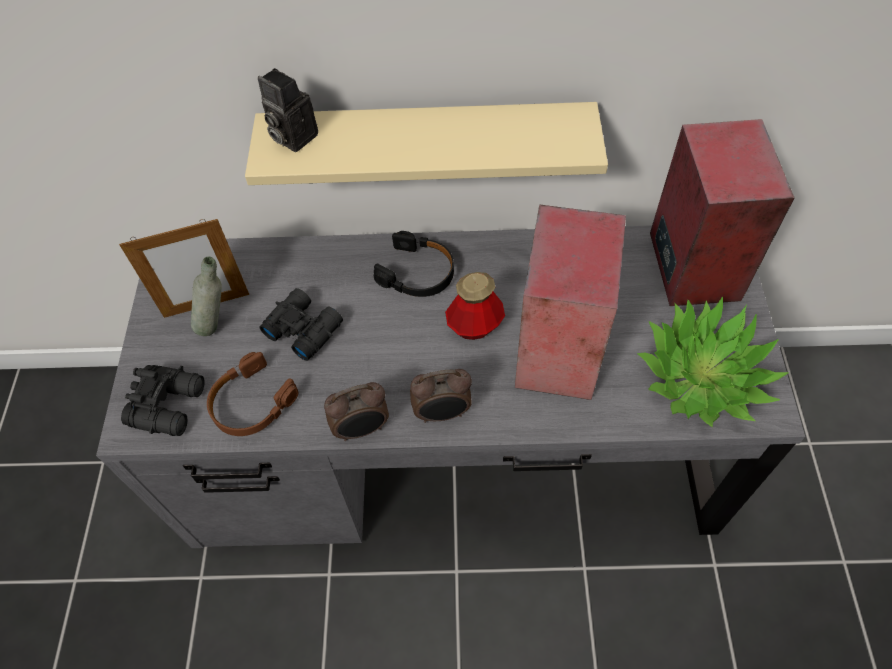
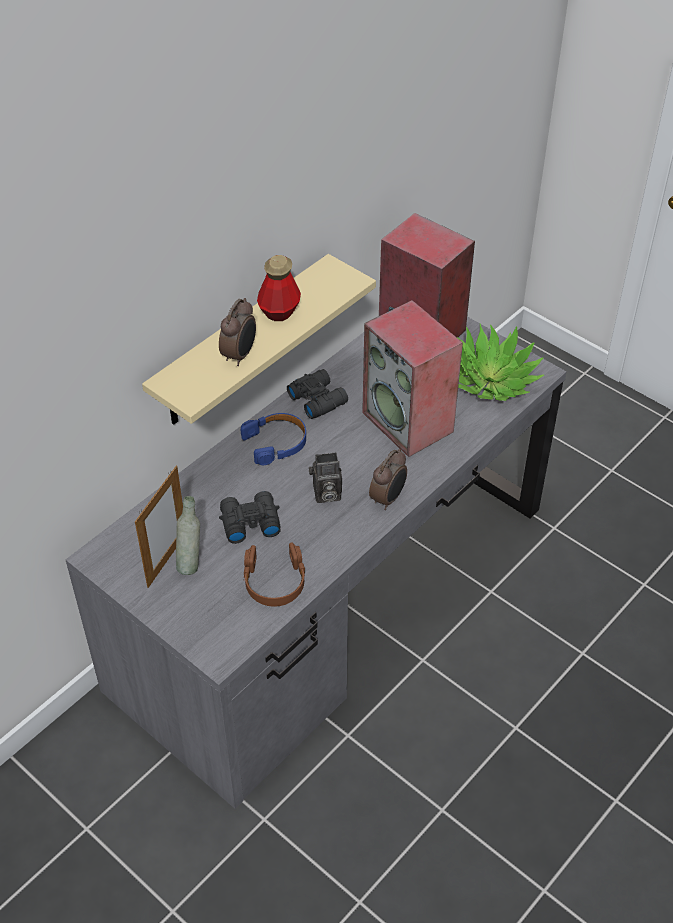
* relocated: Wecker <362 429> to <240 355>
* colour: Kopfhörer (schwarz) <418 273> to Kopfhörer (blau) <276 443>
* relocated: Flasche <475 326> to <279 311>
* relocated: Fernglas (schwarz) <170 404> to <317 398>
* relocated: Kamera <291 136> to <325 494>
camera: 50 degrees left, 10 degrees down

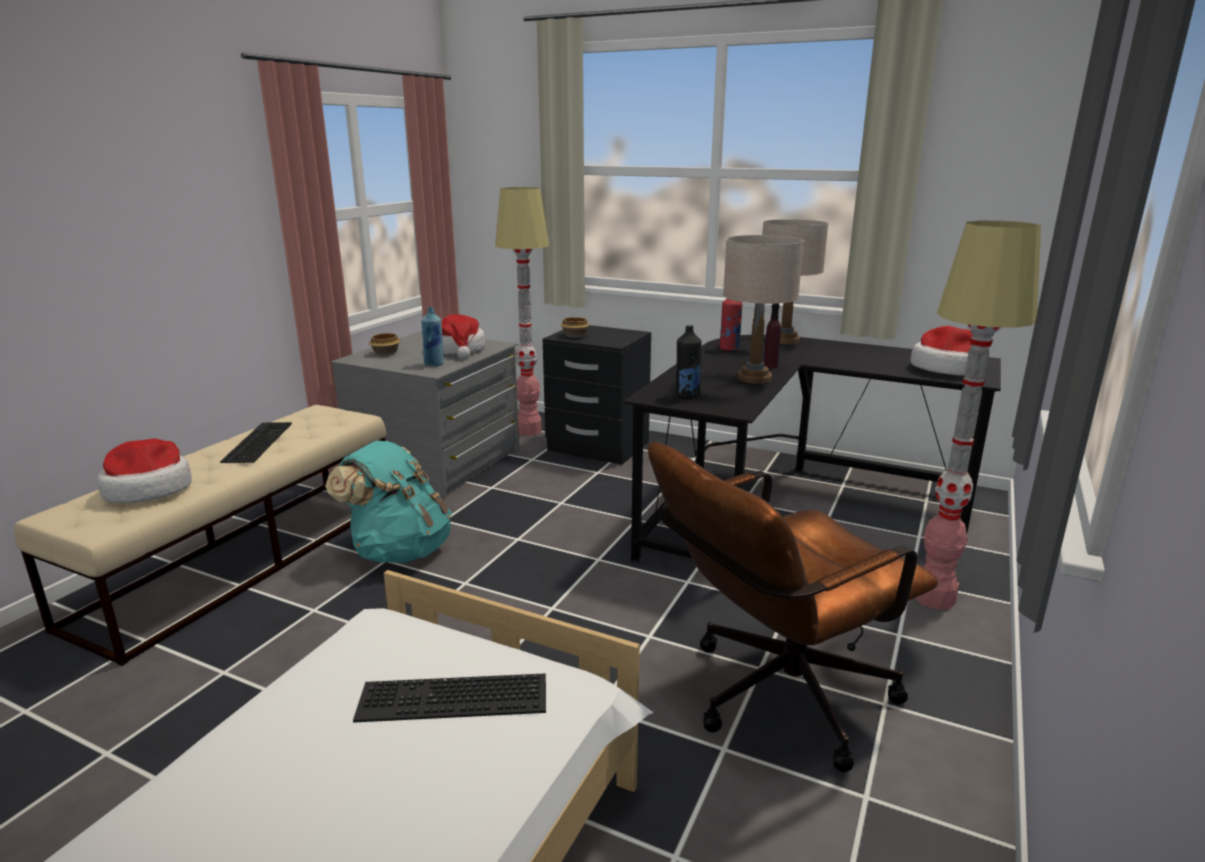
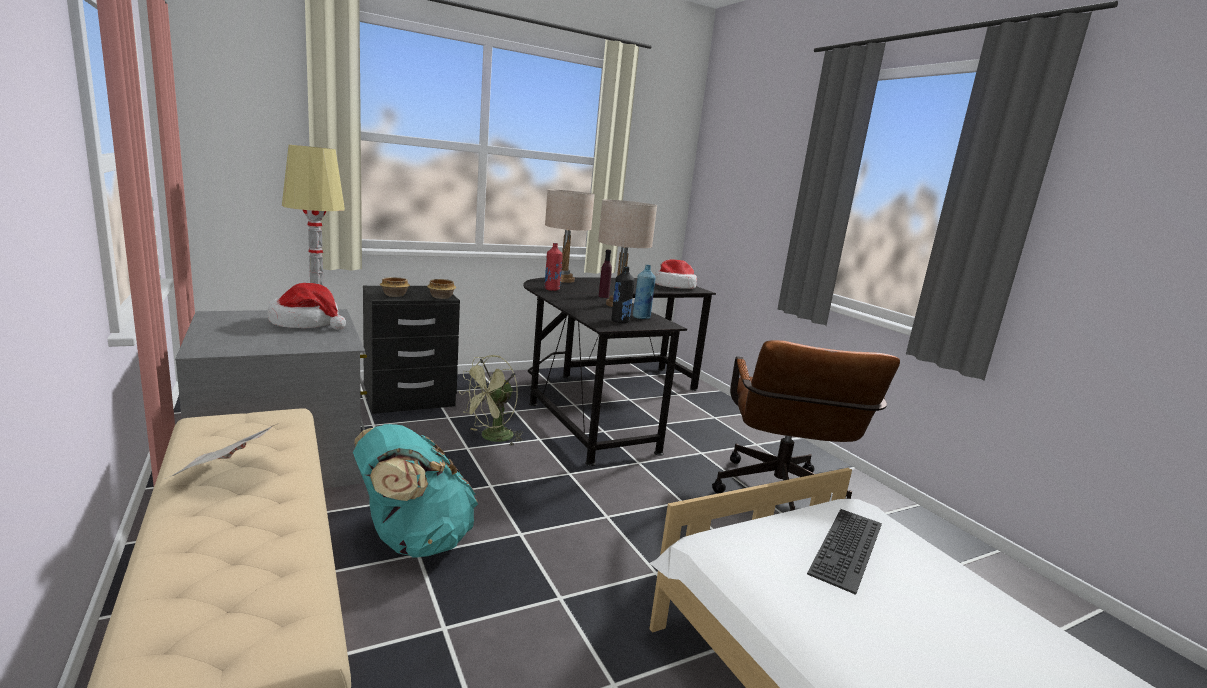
* exchanged: Tastatur <256 441> to Zeitung <224 474>
* relocated: Schüssel <386 353> to <442 297>
* appeared: Ventilator (grün) <492 438>
* relocated: Flasche (blau) <434 364> to <641 317>
* missing: Hut <148 489>
* missing: Stehlampe <934 598>
camera: 55 degrees left, 5 degrees down

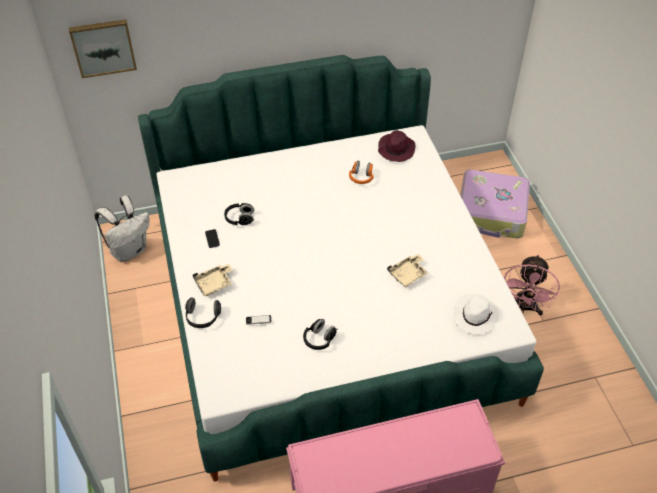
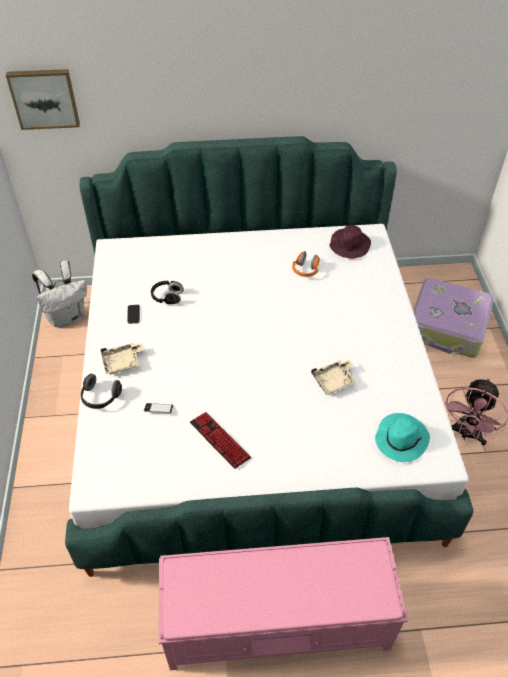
* exchanged: Kopfhörer (schwarz) <319 339> to Tastatur <219 440>
* colour: Hut (weiß) <475 315> to Hut (türkis) <401 439>
camera: 10 degrees right, 0 degrees up

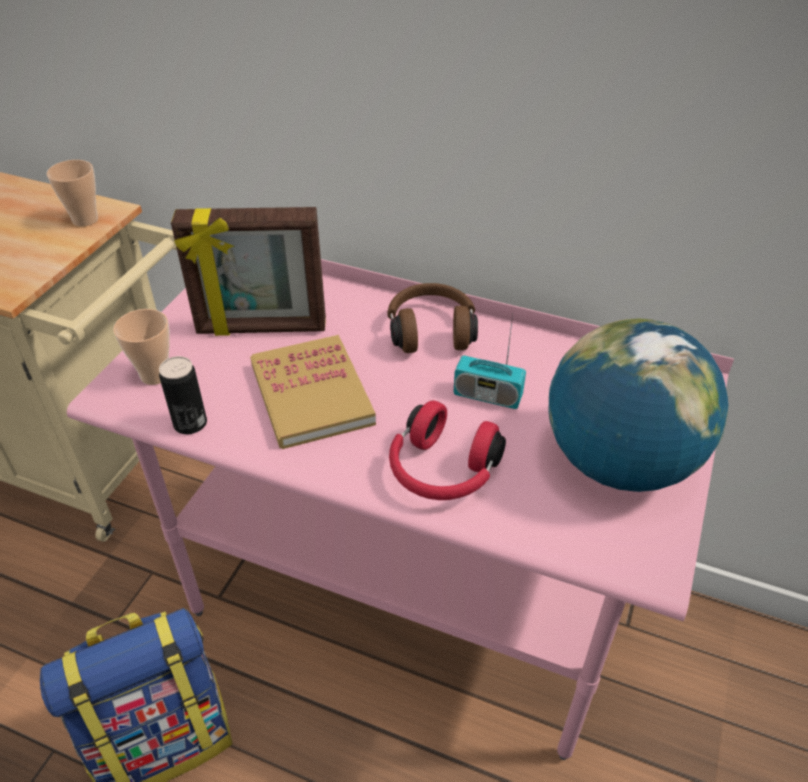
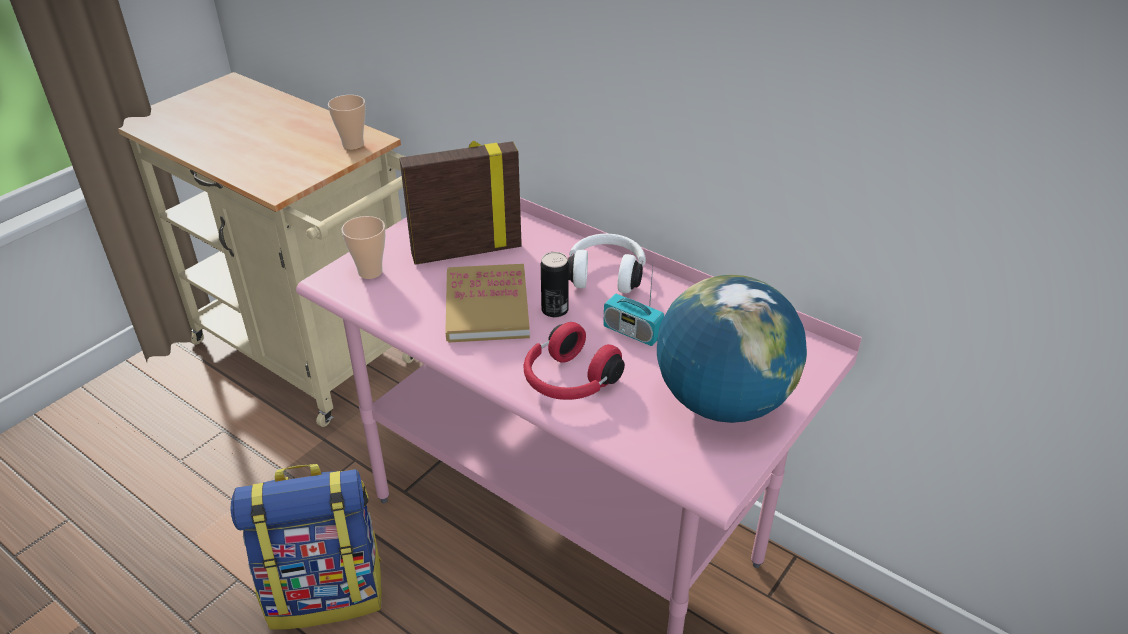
* spun: Bilderrahmen <261 328> = <466 250> 150 degrees clockwise
* relocated: Dose <190 423> to <554 310>
* colour: Kopfhörer (braun) <431 330> to Kopfhörer (weiß) <606 274>
camera: 15 degrees right, 5 degrees down

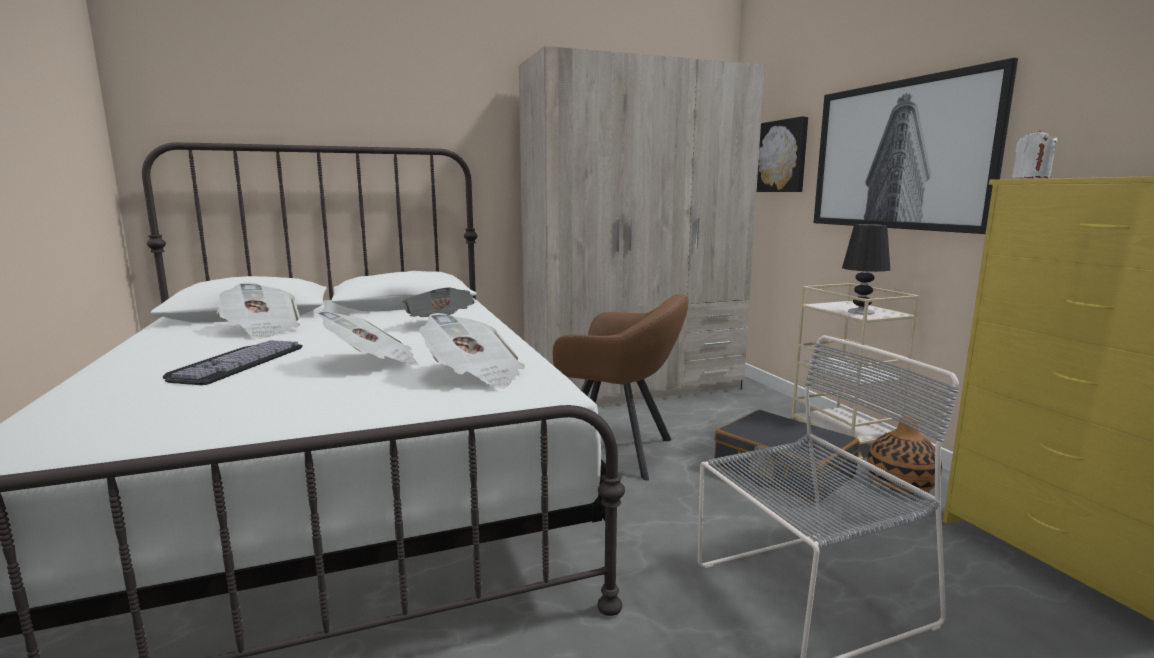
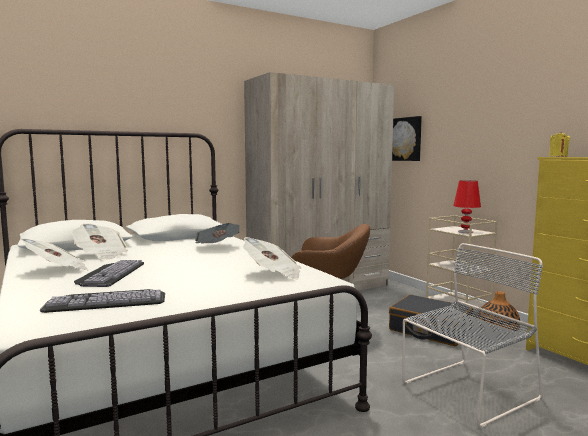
* relocated: Zeitung <373 363> to <58 270>
* appeared: Tastatur <108 300>
* colour: Tischlampe (schwarz) <861 312> to Tischlampe (rot) <465 232>
* colour: Kerze (weiß) <1030 178> to Kerze (gelb) <558 156>
* missing: Bild <901 155>
camera: 10 degrees left, 5 degrees down

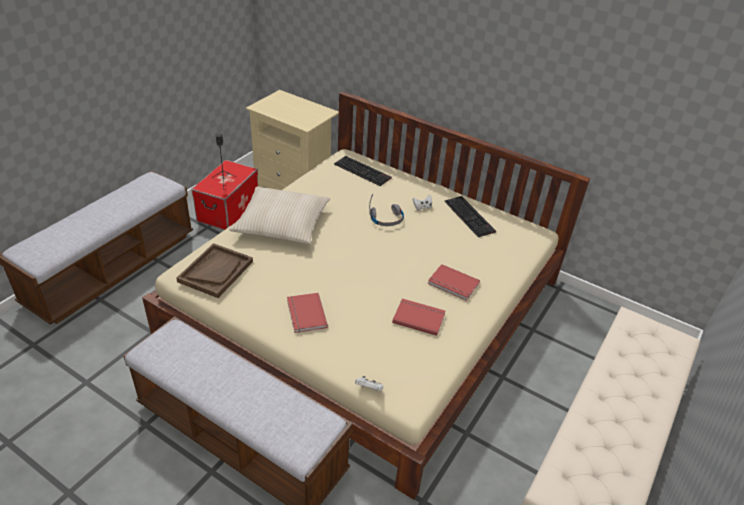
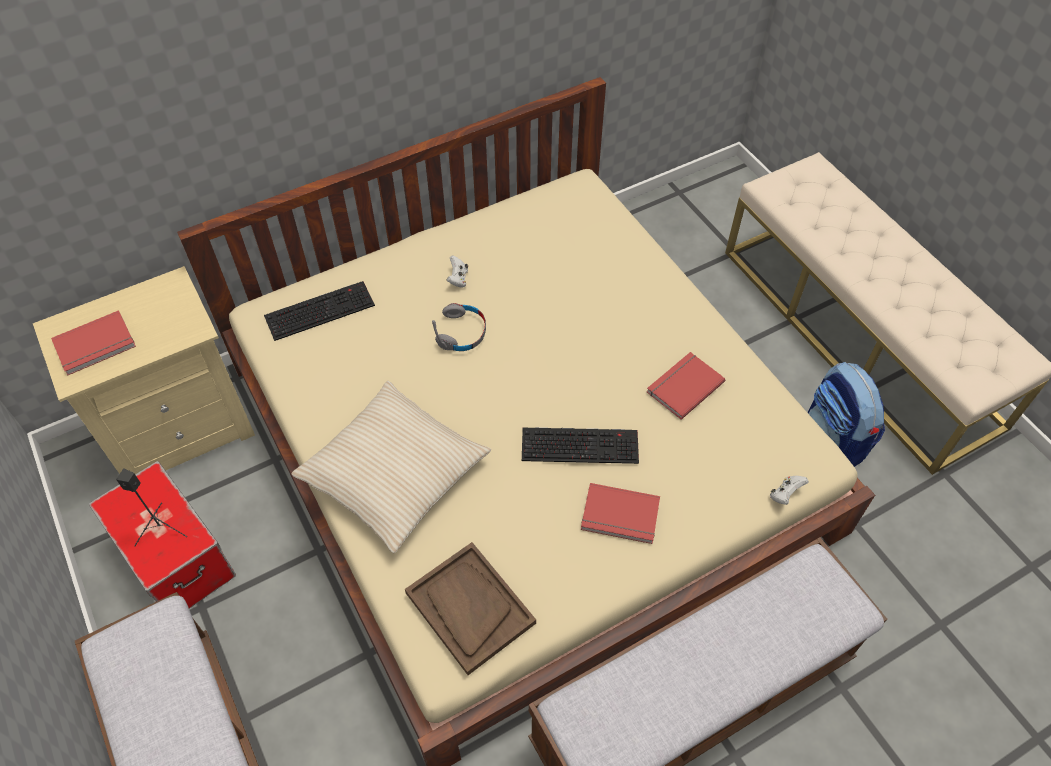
* relocated: Buch (rot) <453 284> to <96 346>
* relocated: Tastatur <470 216> to <581 444>
* appeared: Rucksack <834 440>
camera: 60 degrees left, 15 degrees up

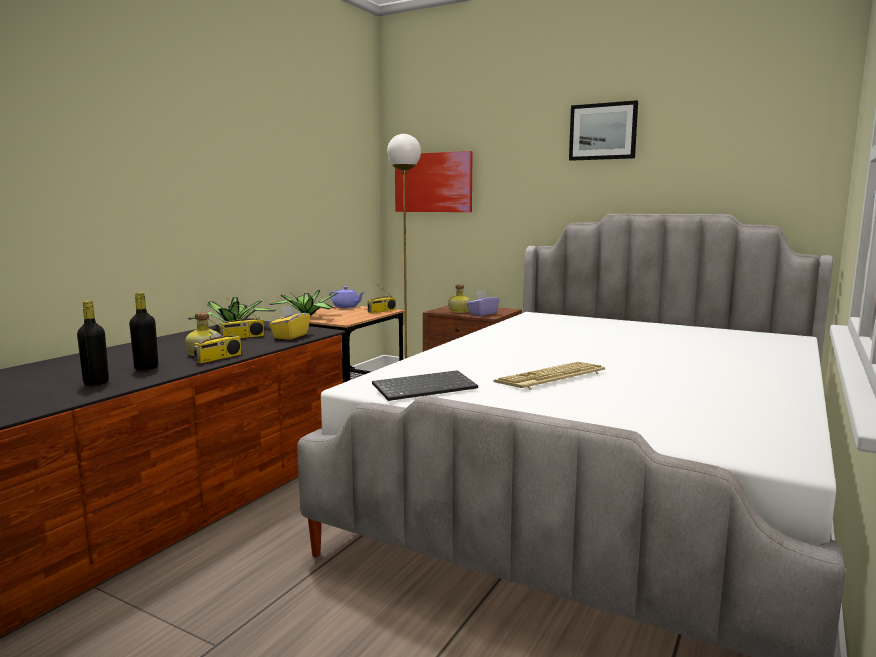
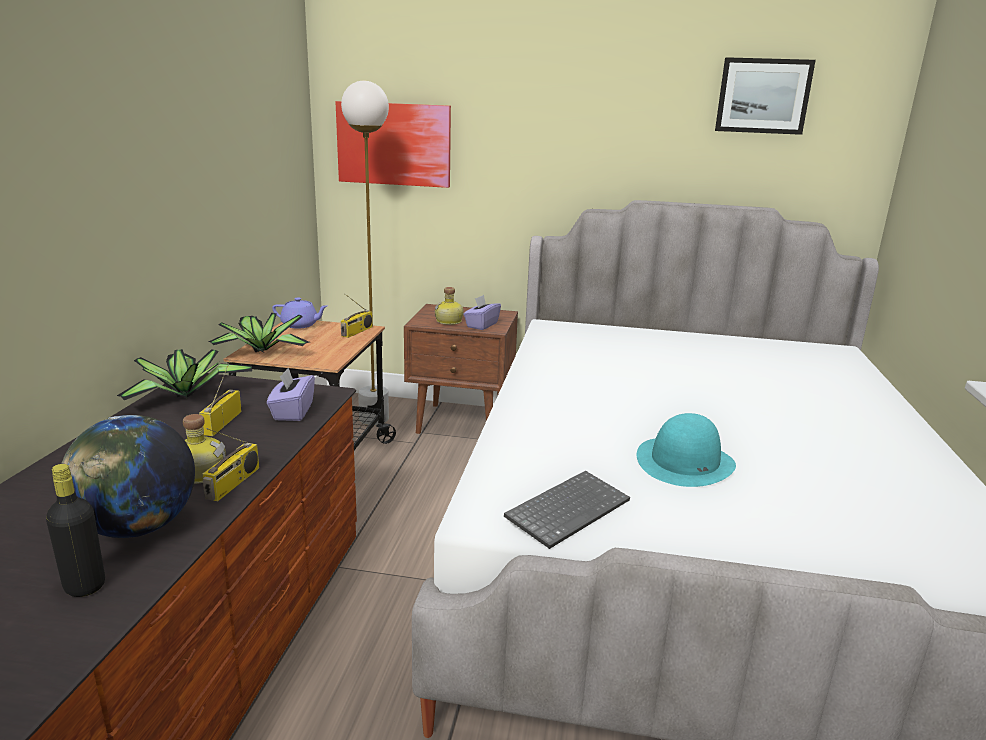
* exchanged: Flasche (schwarz) <146 368> to Globus <138 528>
* spun: Radio <242 337> = <222 422> 150 degrees clockwise
* colour: Taschentuchbox (gelb) <290 336> to Taschentuchbox (lila) <292 412>
* exchanged: Tastatur <551 378> to Hut (türkis) <685 462>
* relocated: Bild <603 131> to <763 96>
camera: 20 degrees left, 10 degrees up

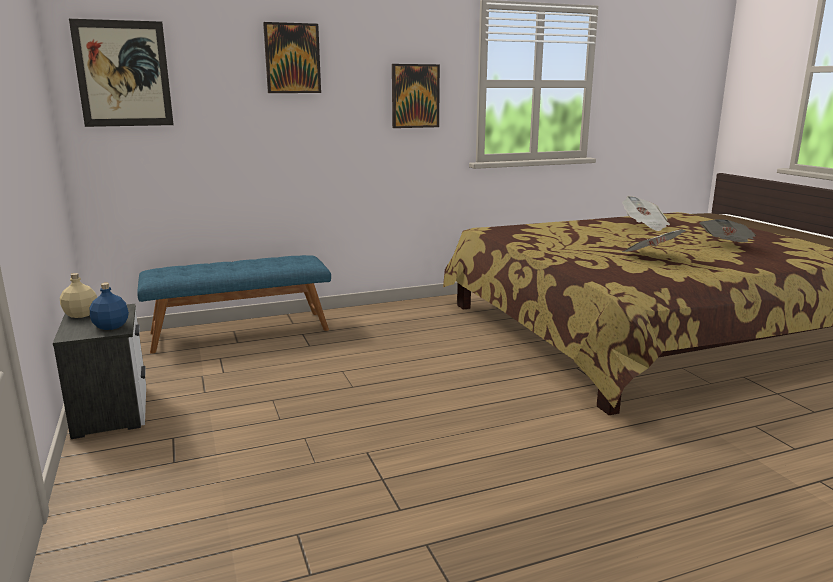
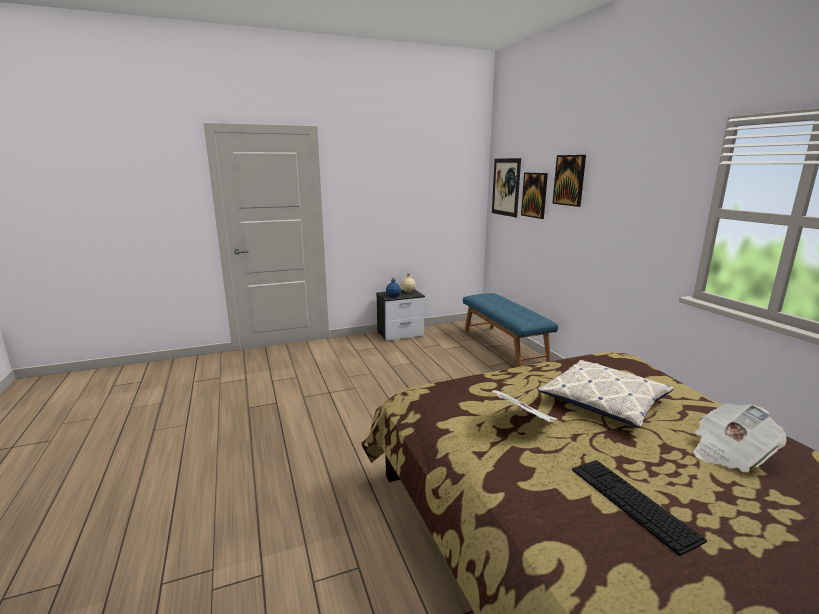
* relocated: Bild <415 96> to <534 195>
* appeared: Kissen <604 401>
* exchanged: Zeitung <726 245> to Tastatur <632 502>
camera: 90 degrees right, 0 degrees up

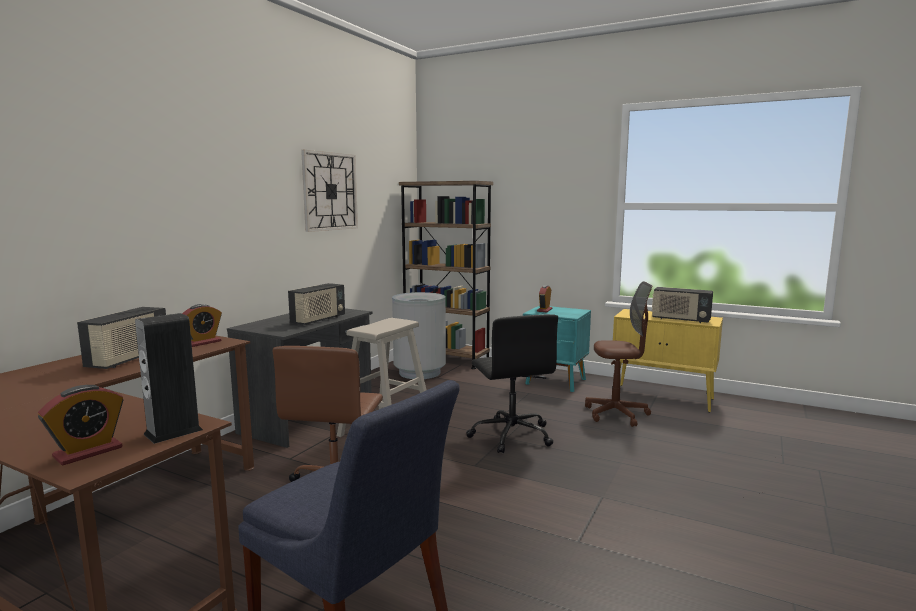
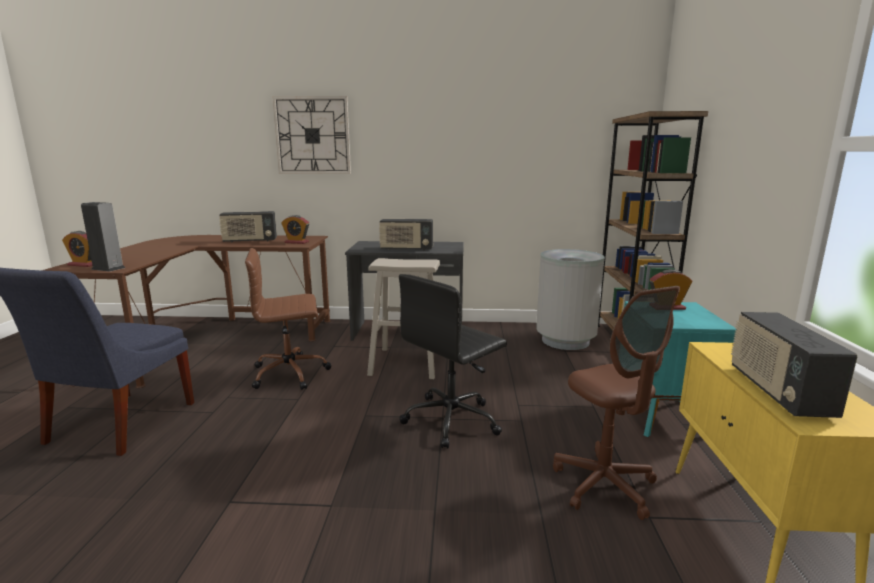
* relocated: Wanduhr <330 191> to <312 135>
camera: 65 degrees right, 5 degrees up

